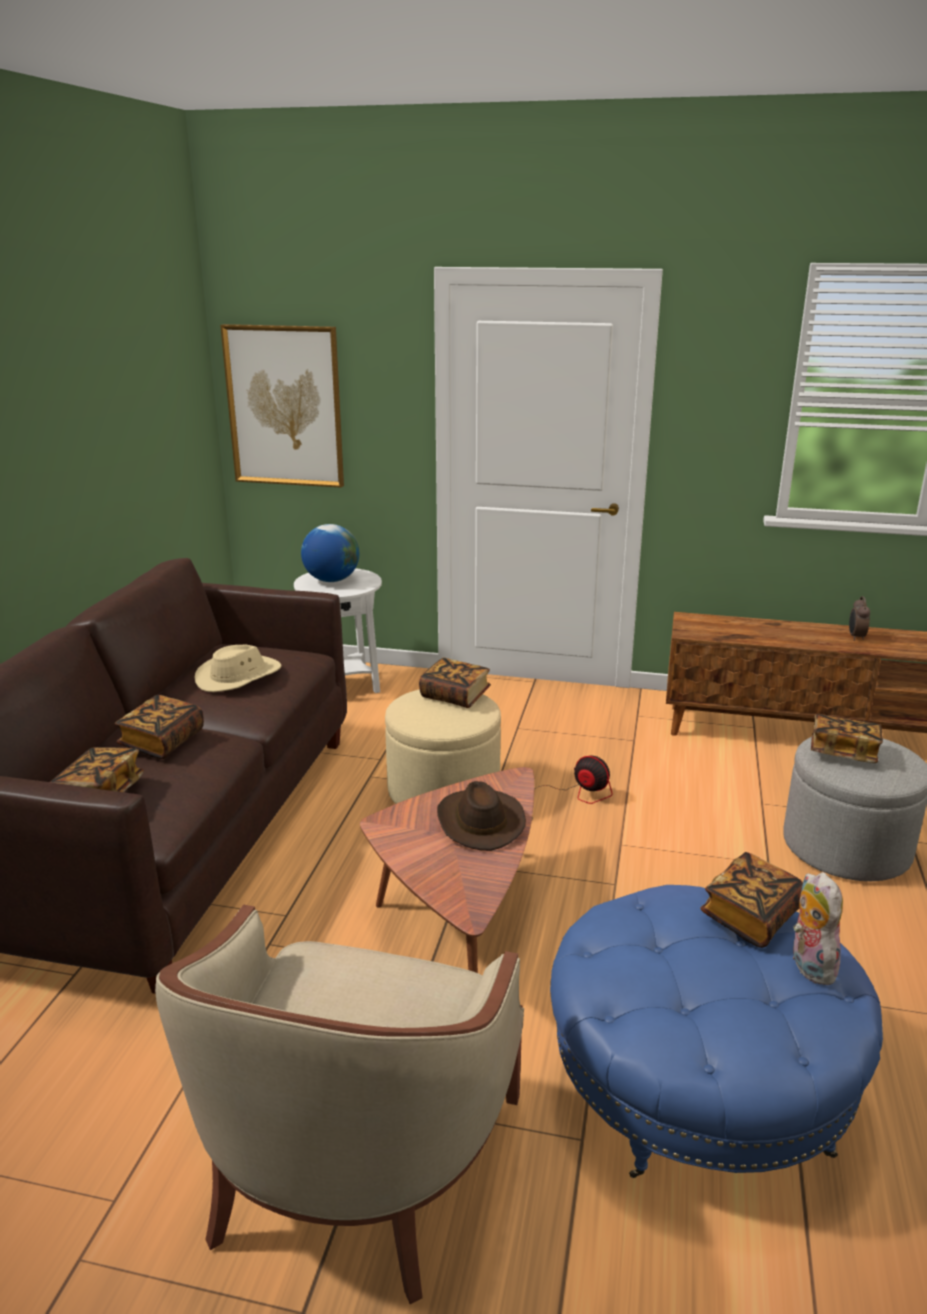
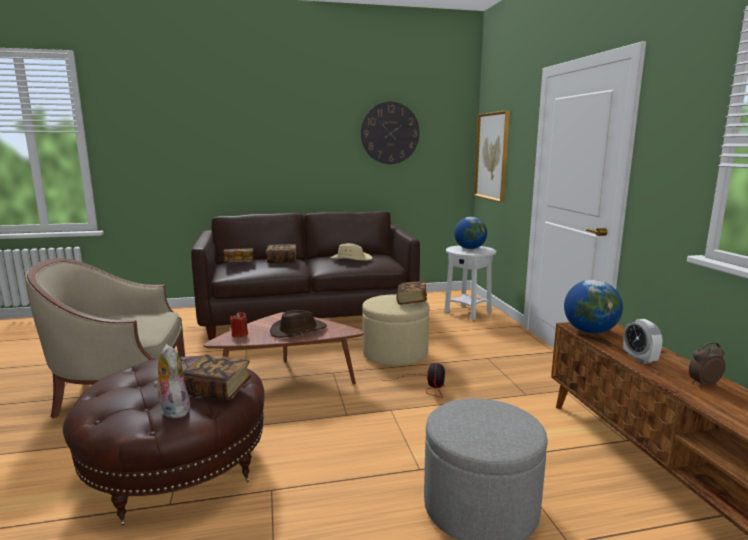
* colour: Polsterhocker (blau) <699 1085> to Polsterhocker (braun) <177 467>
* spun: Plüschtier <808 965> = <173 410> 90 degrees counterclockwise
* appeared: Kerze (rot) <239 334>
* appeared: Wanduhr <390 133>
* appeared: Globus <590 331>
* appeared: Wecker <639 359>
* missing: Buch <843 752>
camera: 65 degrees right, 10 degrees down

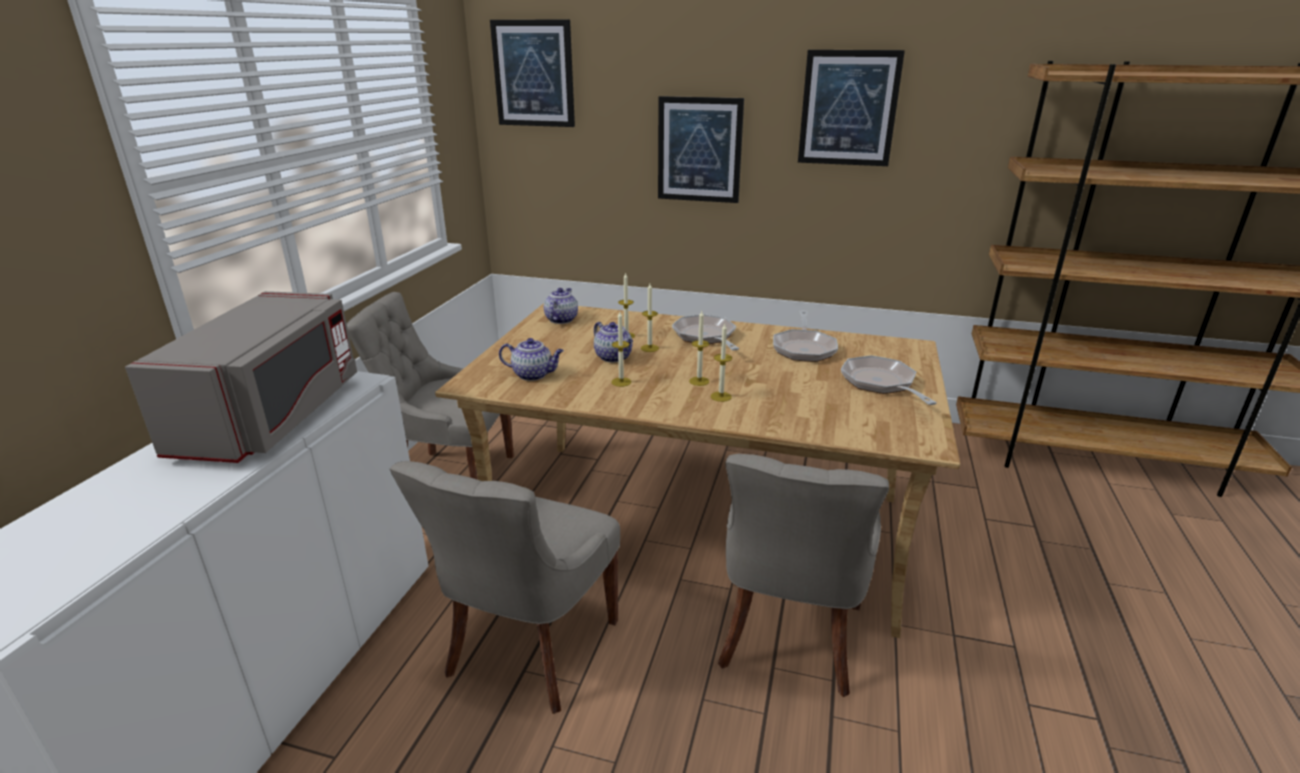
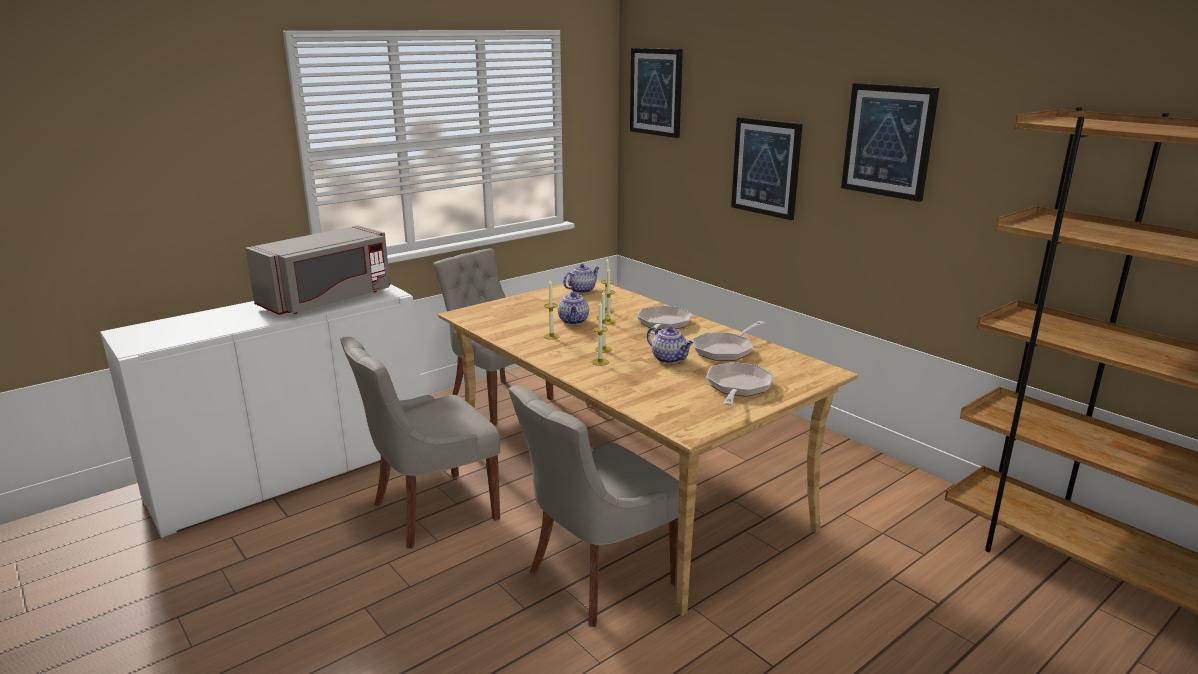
* relocated: Teekanne <533 375> to <669 359>
camera: 35 degrees right, 5 degrees down

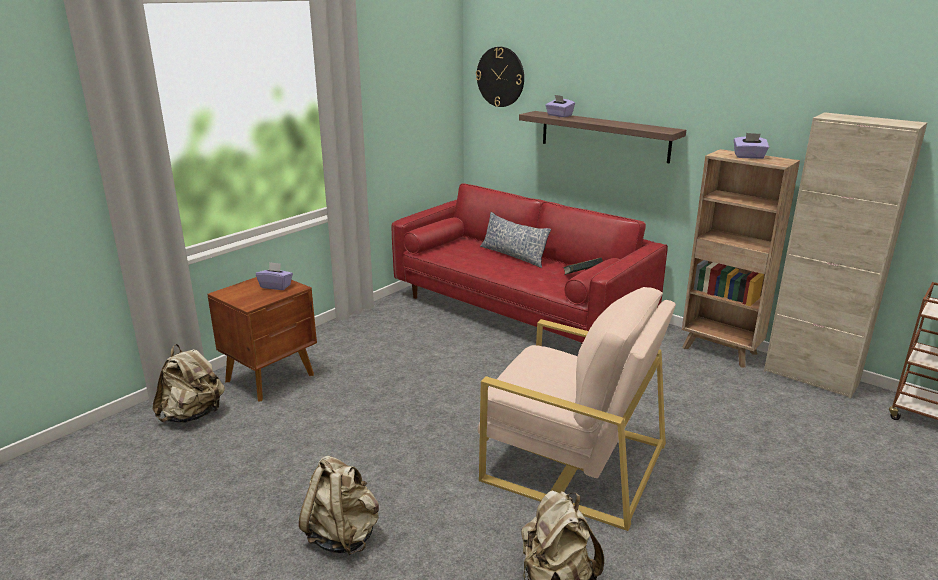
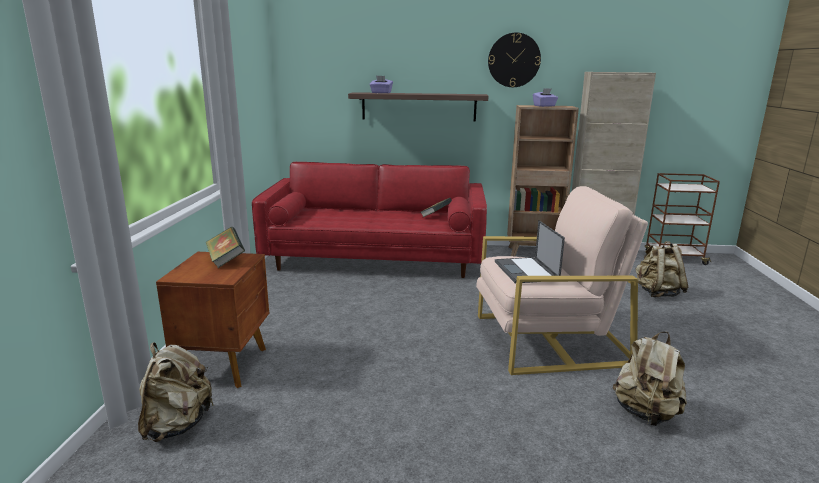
* exchanged: Taschentuchbox (lila) <276 286> to Buch <226 260>
* relocated: Wanduhr <500 77> to <514 60>
* appeared: Laptop <526 271>
* relocated: Rucksack (beige) <343 535> to <657 293>
* missing: Kissen <513 255>
camera: 35 degrees left, 5 degrees down

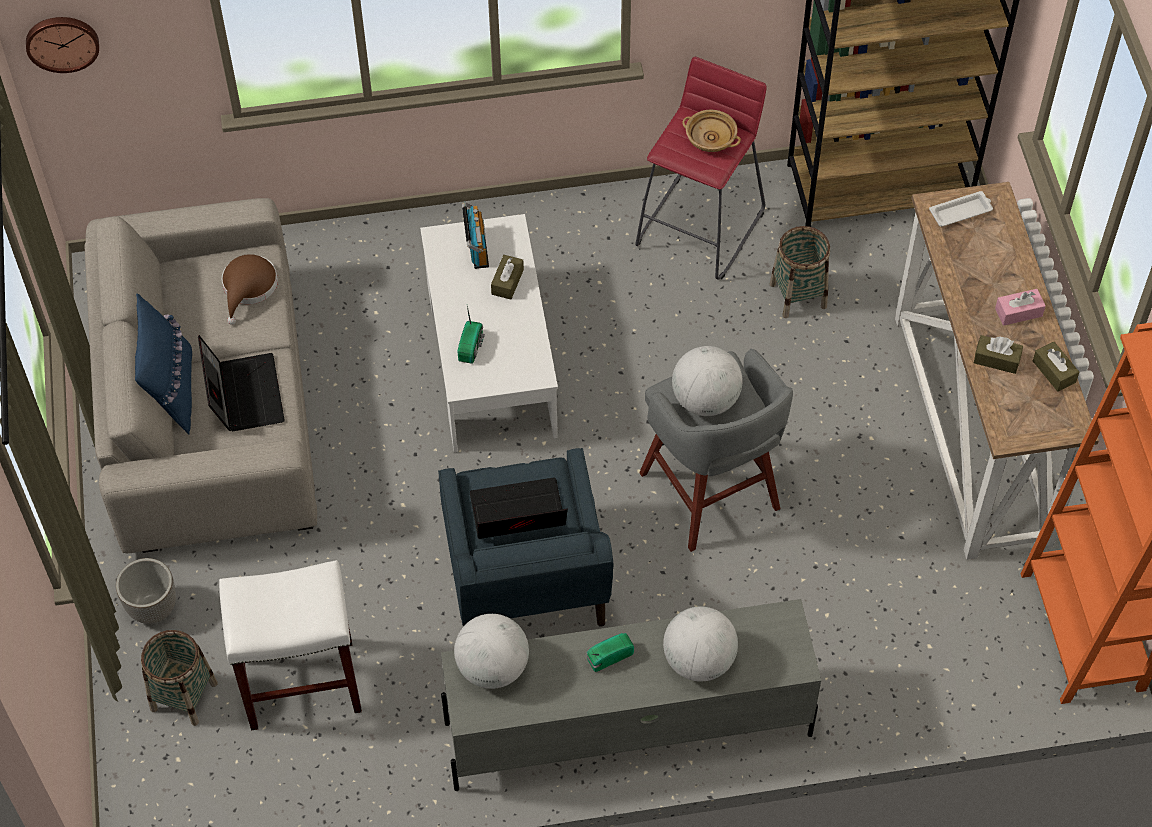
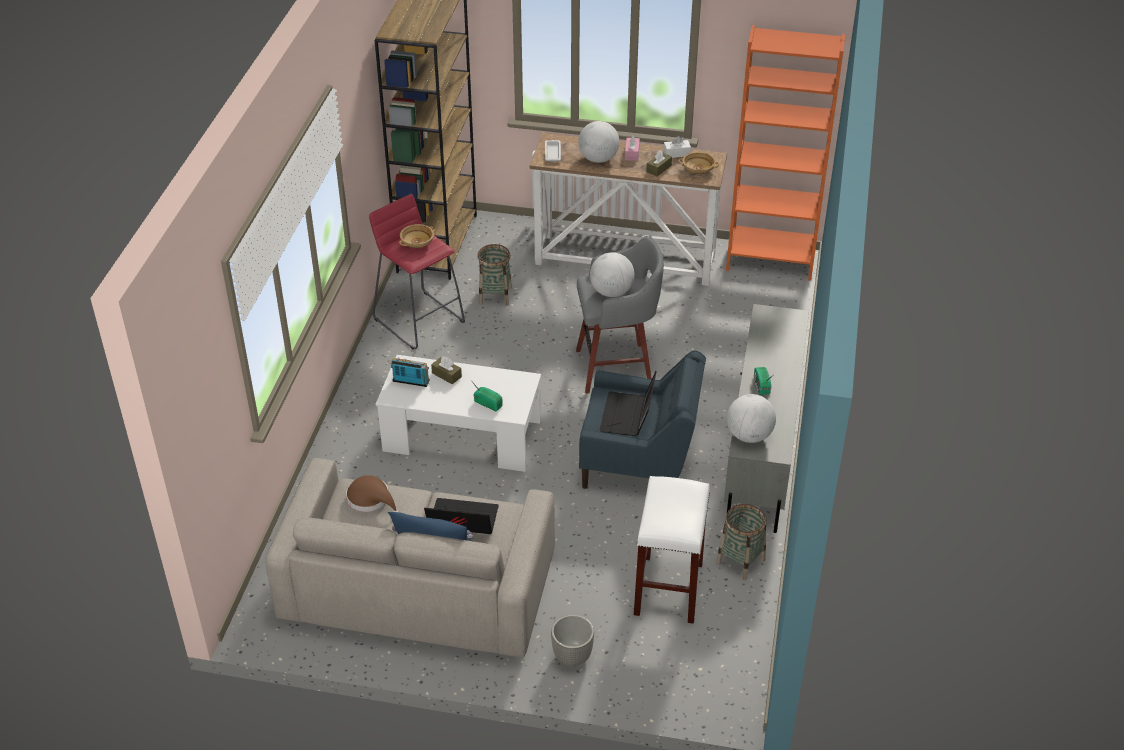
* relocated: Globus <699 661> to <598 159>
* colour: Taschentuchbox (braun) <1054 371> to Taschentuchbox (weiß) <676 153>
* appeared: Schüssel (beige) <698 170>
* relocated: Korb <183 696> to <740 561>
* missing: Wanduhr <62 42>
camera: 70 degrees left, 15 degrees down

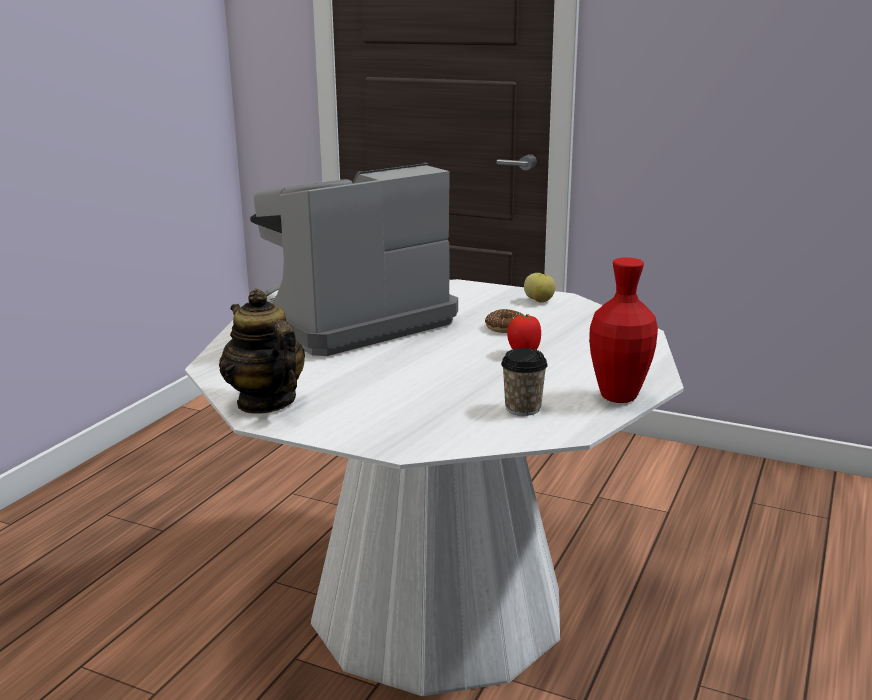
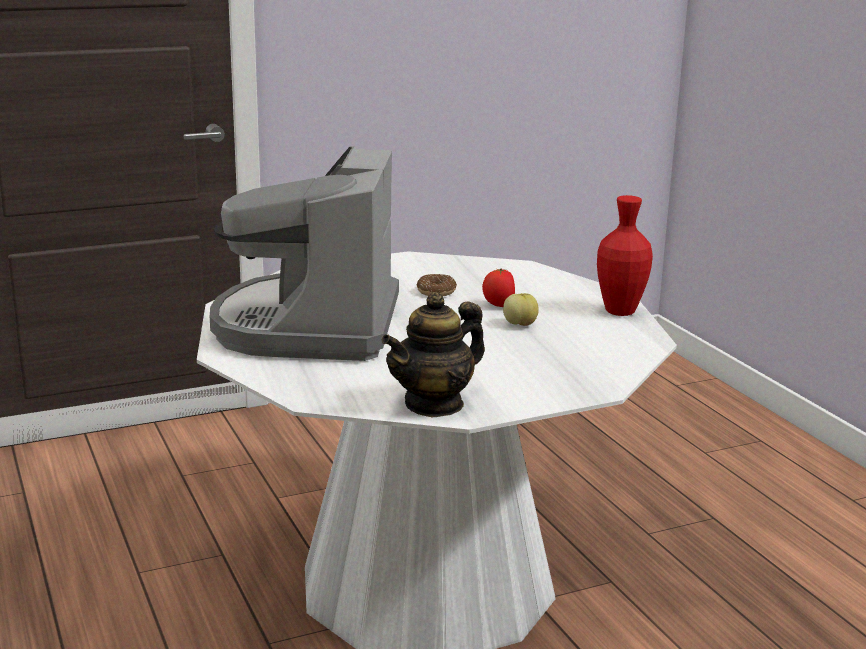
* spun: Teekanne <265 402> = <434 404> 45 degrees counterclockwise
* relocated: Apfel <539 301> to <520 324>
* missing: Tasse <523 408>
camera: 50 degrees left, 0 degrees up

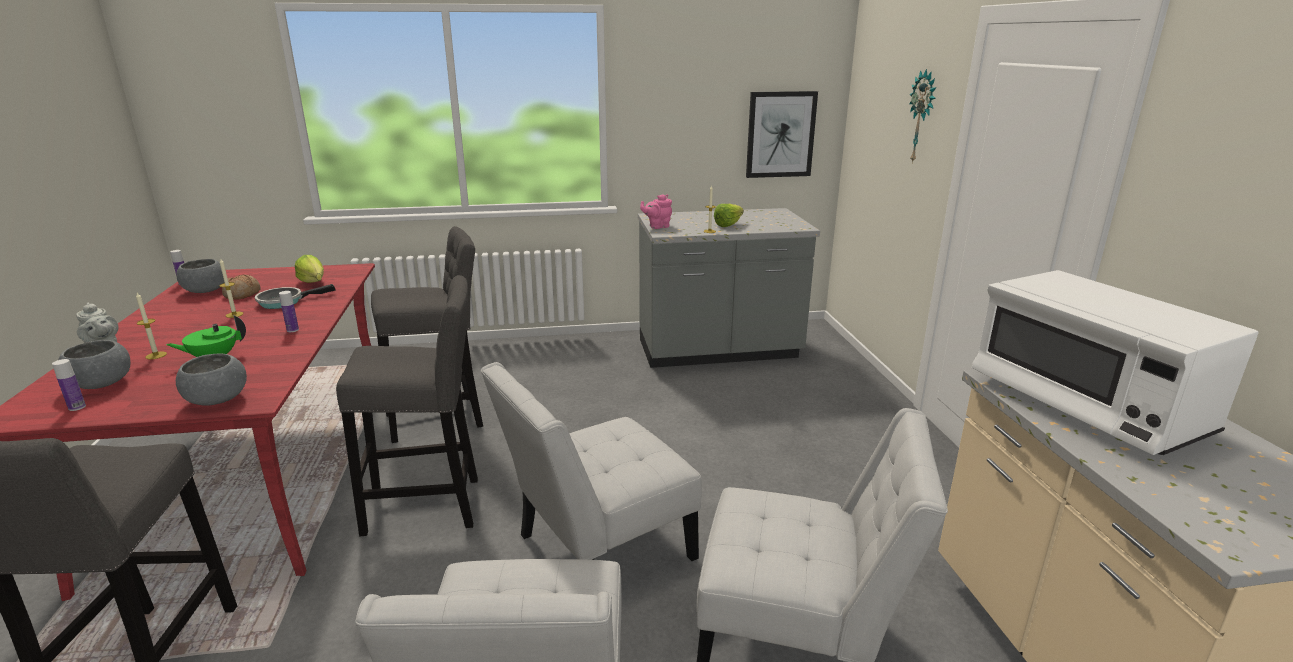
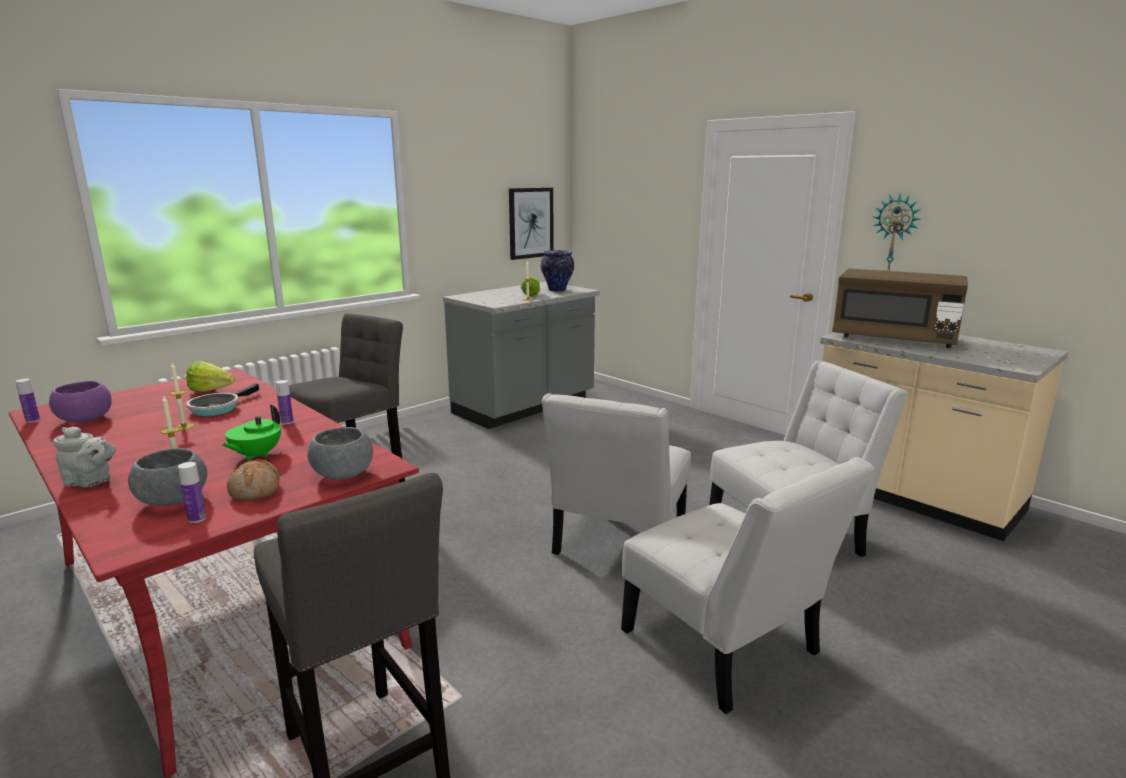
* colour: Schüssel (grau) <205 290> to Schüssel (lila) <84 420>
* relocated: Brot <243 294> to <256 491>
* appeared: Vase <557 290>
* colour: Mikrowelle (weiß) <1085 406> to Mikrowelle (braun) <893 339>
* relocated: Wanduhr <922 117> to <894 236>
* missing: Hocker (grau) <430 506>
* missing: Teekanne (rosa) <657 226>
camera: 35 degrees left, 5 degrees down

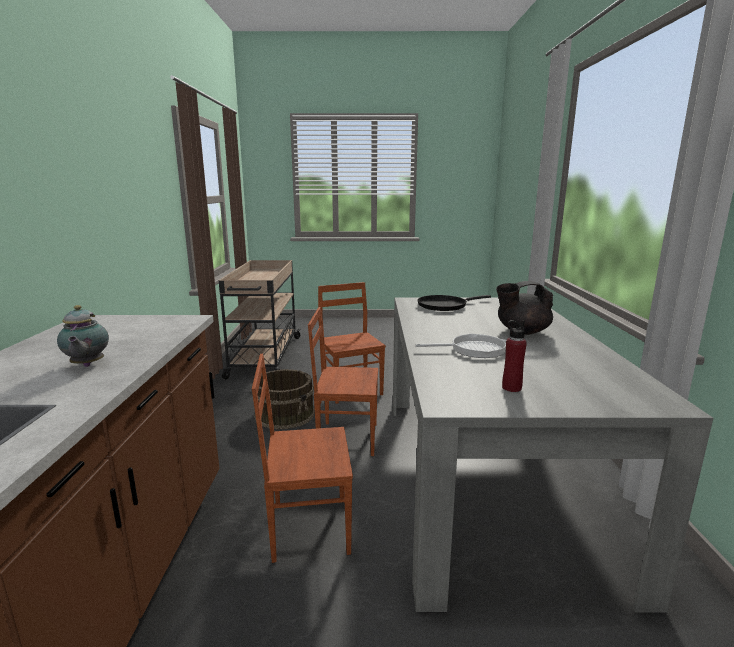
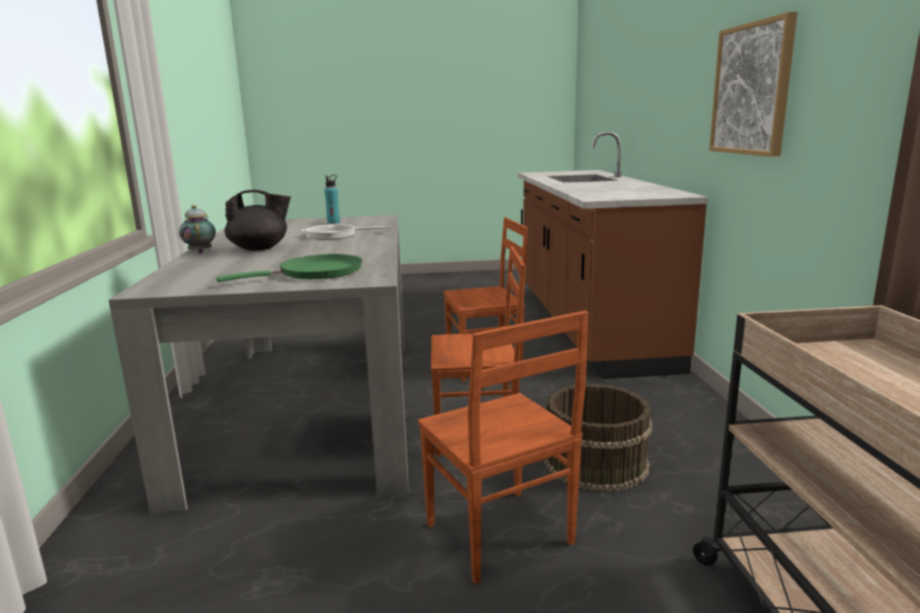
* relocated: Teekanne <87 365> to <200 252>
* colour: Pfanne (schwarz) <444 305> to Pfanne (grün) <315 273>
* colour: Flasche (rot) <511 388> to Flasche (türkis) <333 222>
* appeared: Bild <752 89>
camera: 175 degrees right, 0 degrees up

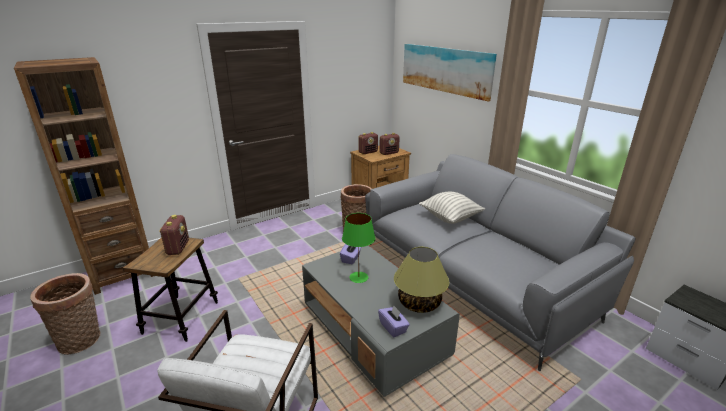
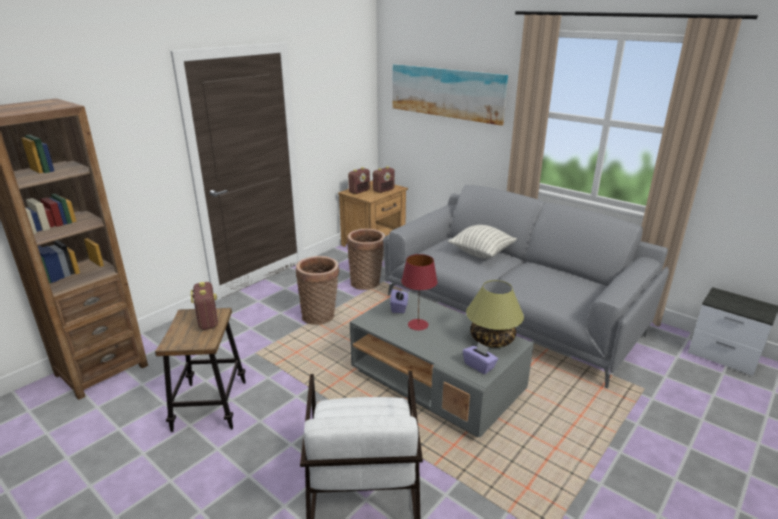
* relocated: Korb <82 340> to <320 316>
* colour: Tischlampe (grün) <358 277> to Tischlampe (rot) <417 324>
camera: 15 degrees left, 0 degrees up

